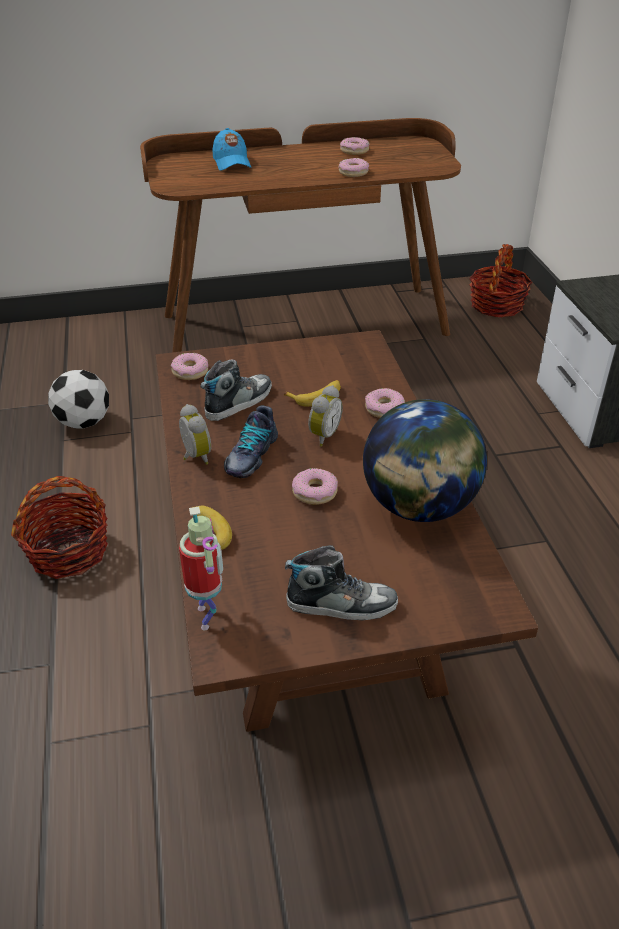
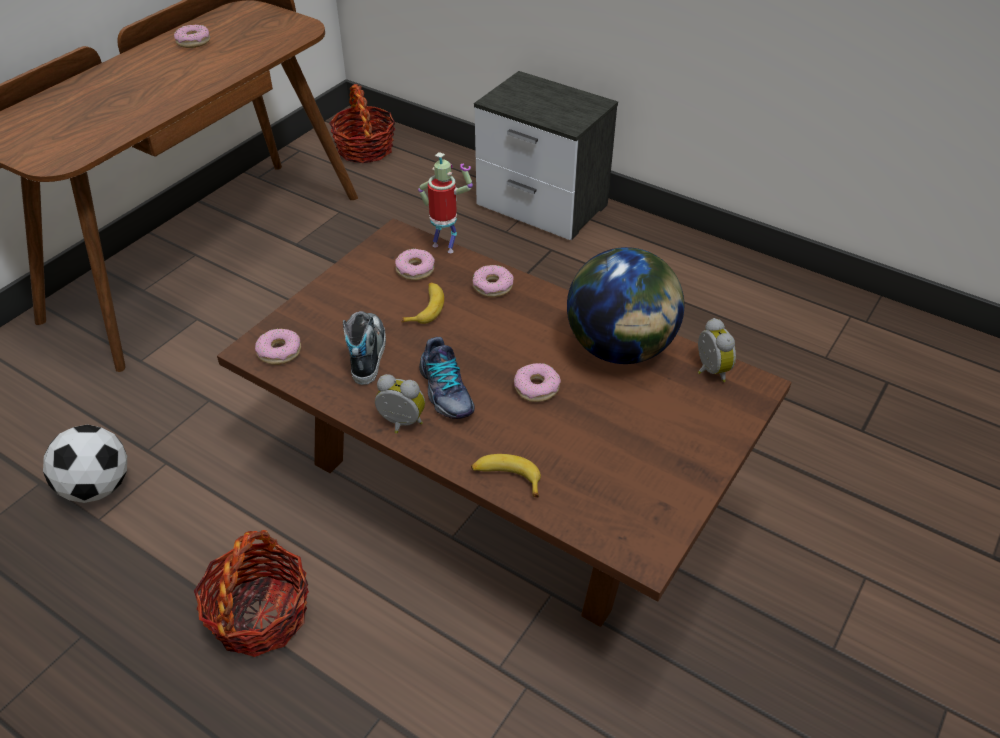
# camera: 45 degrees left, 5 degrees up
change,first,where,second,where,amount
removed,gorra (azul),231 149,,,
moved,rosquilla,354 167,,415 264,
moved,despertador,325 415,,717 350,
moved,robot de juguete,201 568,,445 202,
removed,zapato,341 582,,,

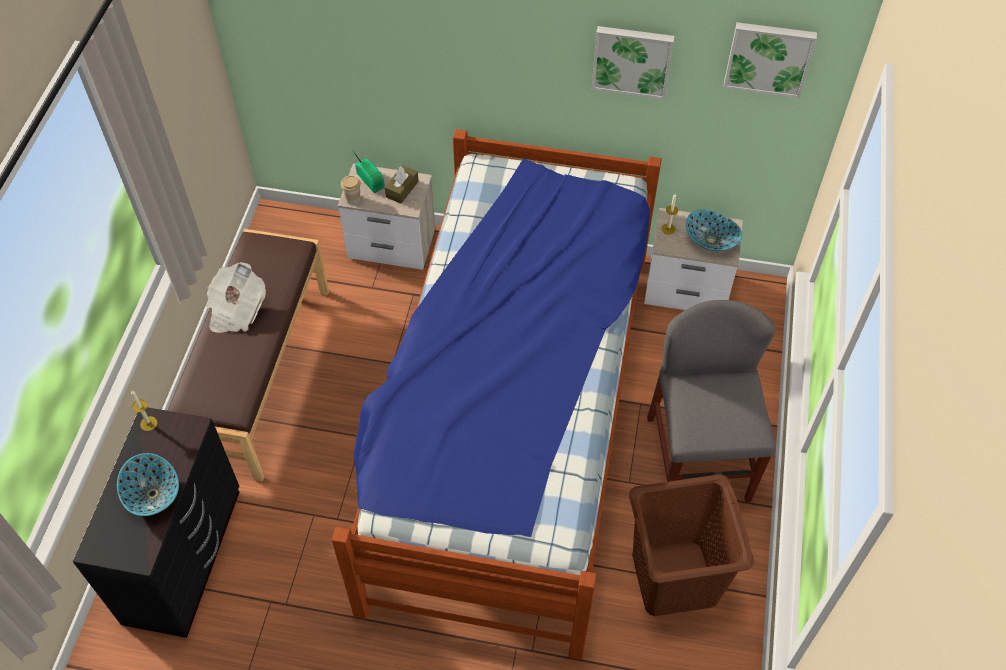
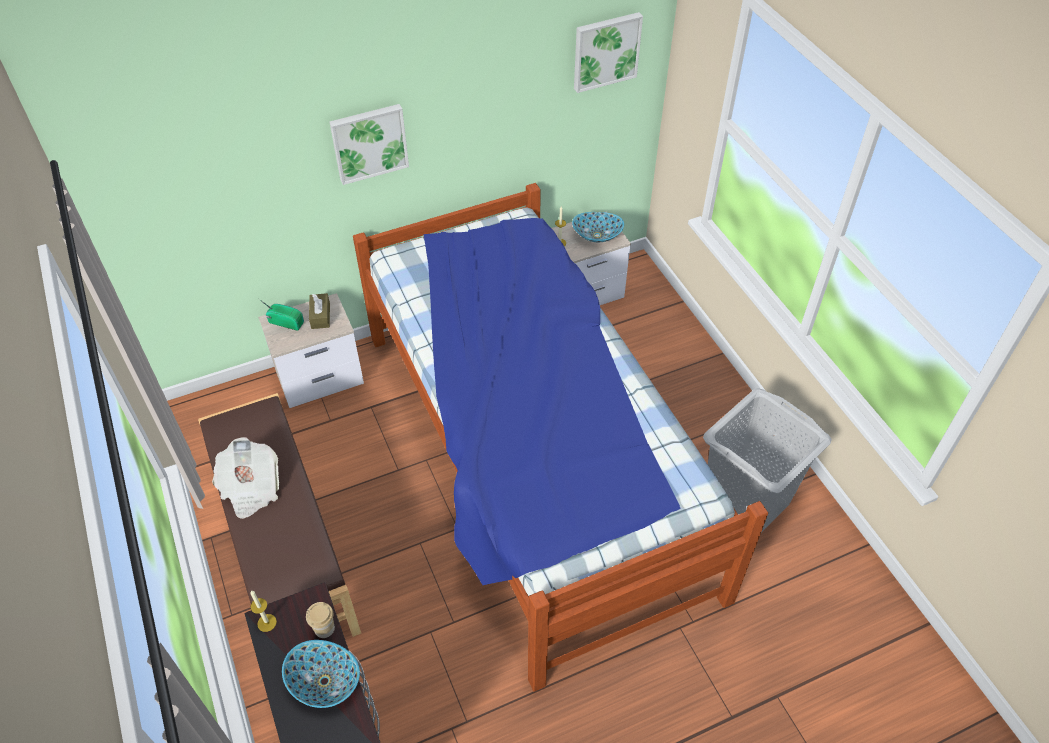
# camera: 35 degrees left, 5 degrees down
change,first,where,second,where,amount
moved,cuadro,633 63,,369 144,
moved,taza,351 190,,320 620,
removed,silla (gris),711 401,,,
recoloured,cesto de la ropa (marrón),691 545,cesto de la ropa (gris),767 460,

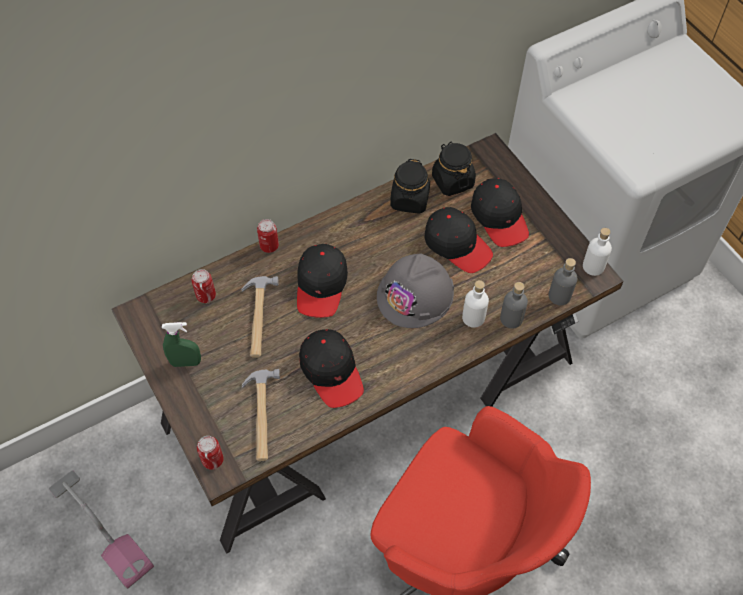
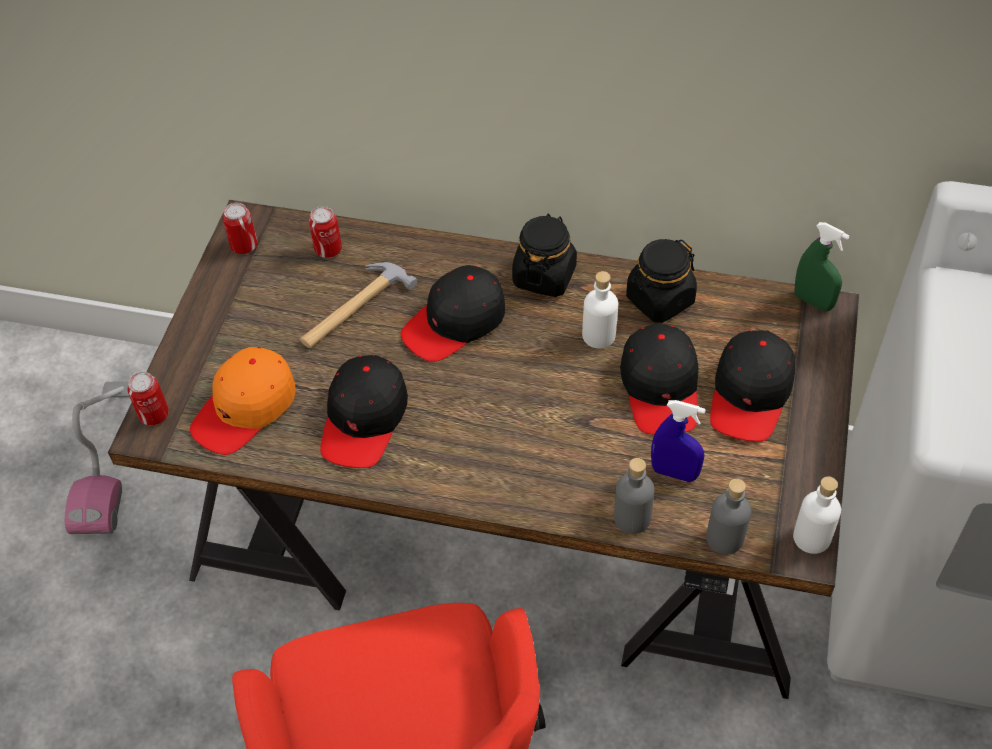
# camera: 45 degrees right, 5 degrees down
change,first,where,second,where,amount
moved,tarro (negro),454 169,,544 255,
moved,lata,268 236,,240 228,
removed,casco (gris),415 291,,,
moved,botella (blanco),475 304,,600 310,
moved,pulverizador (verde),181 344,,821 266,
replaced,martillo,260 415,gorra (naranja),243 401,
added,,,pulverizador (azul),678 441,

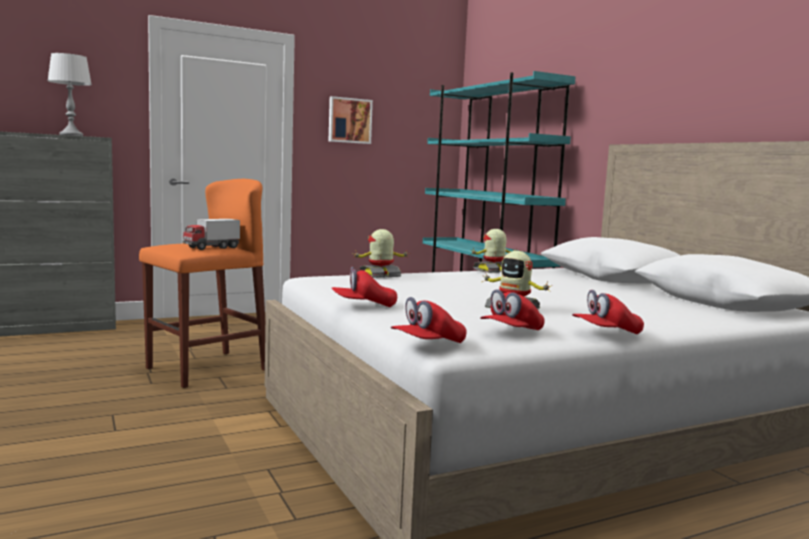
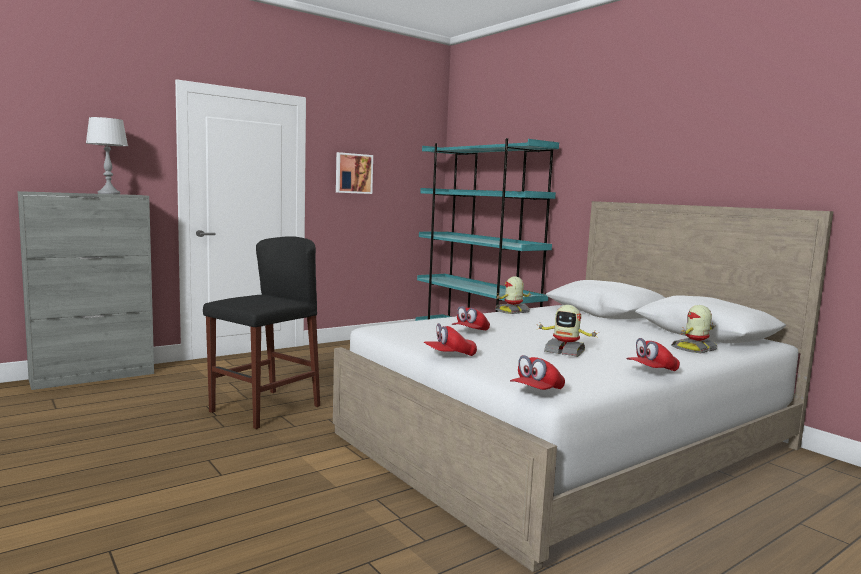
# camera: 10 degrees left, 0 degrees up
change,first,where,second,where,amount
recoloured,taburete (naranja),202 283,taburete (negro),261 332,
removed,camión de juguete,211 234,,,
moved,robot de juguete,380 253,,694 329,
moved,gorra (rojo),512 309,,471 318,

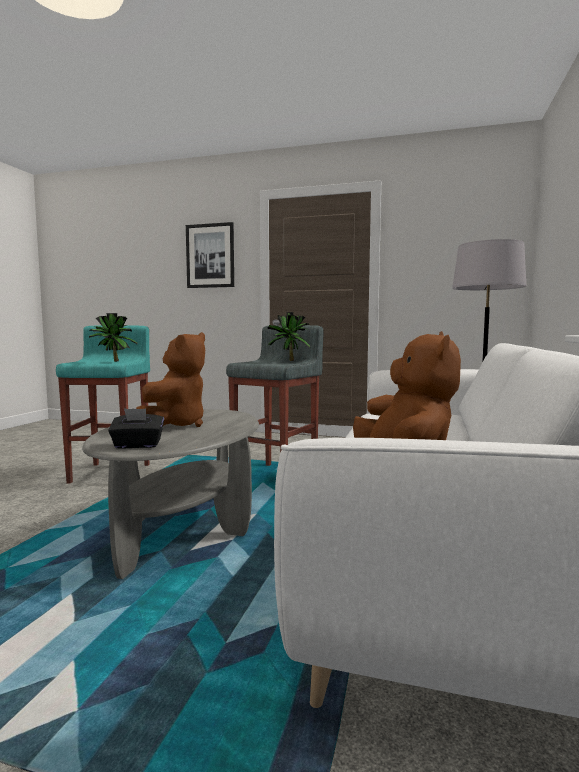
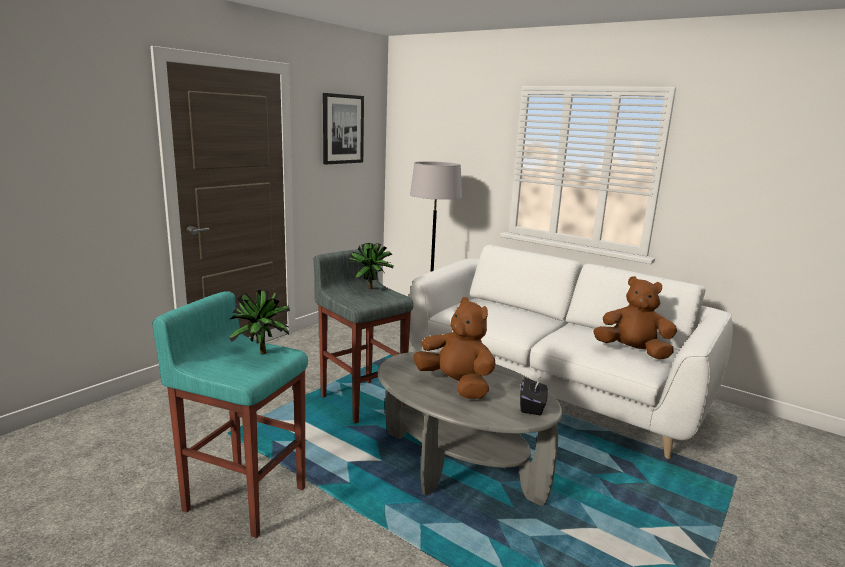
# camera: 70 degrees left, 10 degrees up
change,first,where,second,where,amount
moved,cuadro,210 255,,343 129,

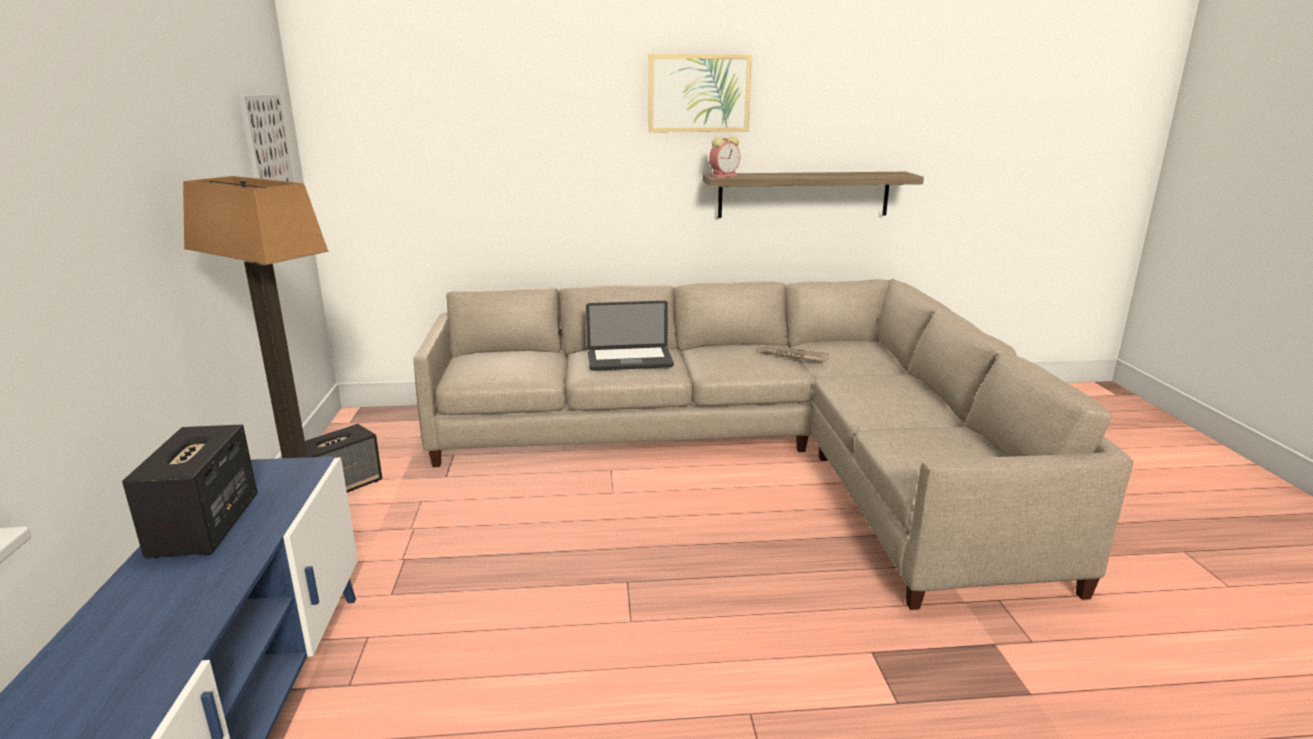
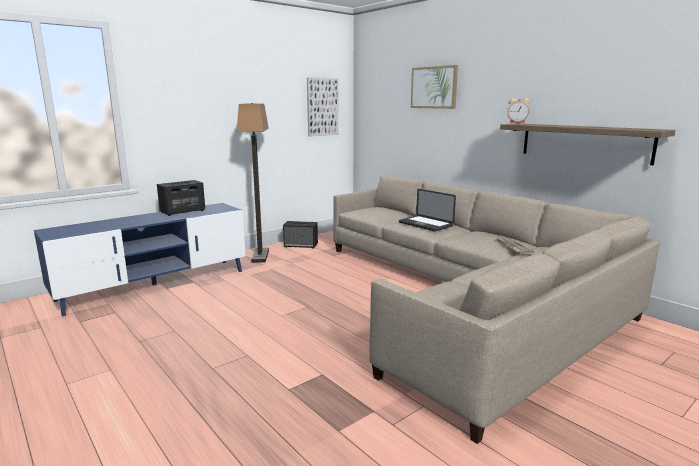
# camera: 55 degrees right, 5 degrees down
change,first,where,second,where,amount
moved,cuadro,700 93,,434 87,

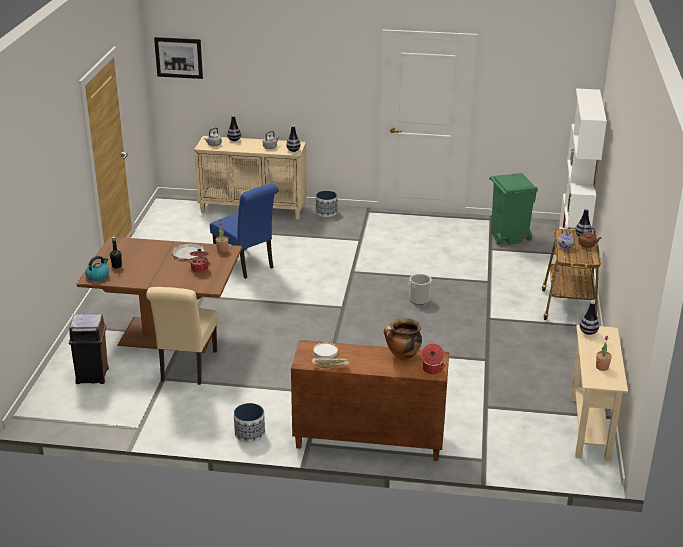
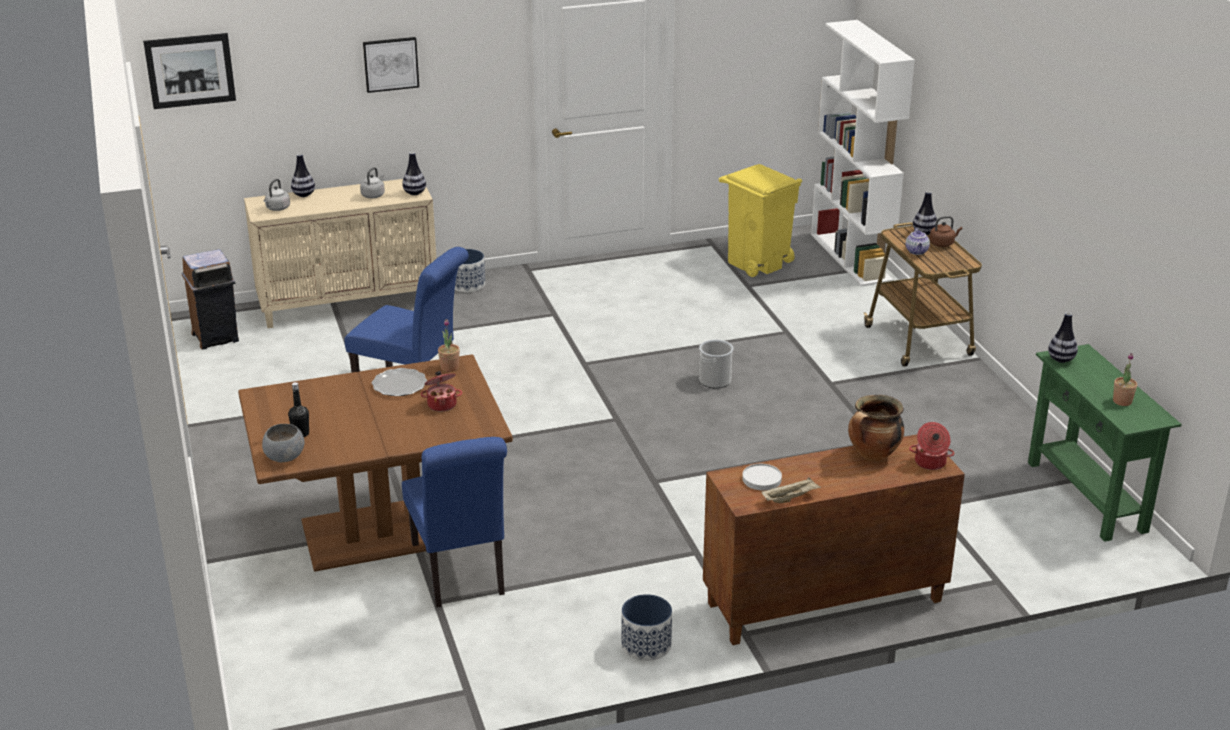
# camera: 25 degrees left, 0 degrees up
change,first,where,second,where,amount
recoloured,papelera (verde),513 209,papelera (amarillo),760 220,
replaced,hervidor,97 268,cuenco (gris),283 443,
recoloured,silla (beis),182 336,silla (azul),454 522,
moved,papelera (marrón),89 349,,210 299,
recoloured,mesa consola (beis),599 393,mesa consola (verde),1105 443,
added,,,cuadro,391 65,

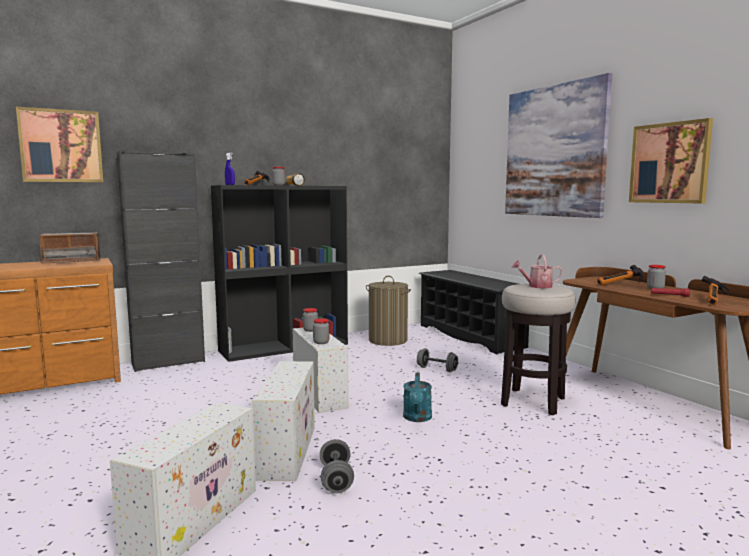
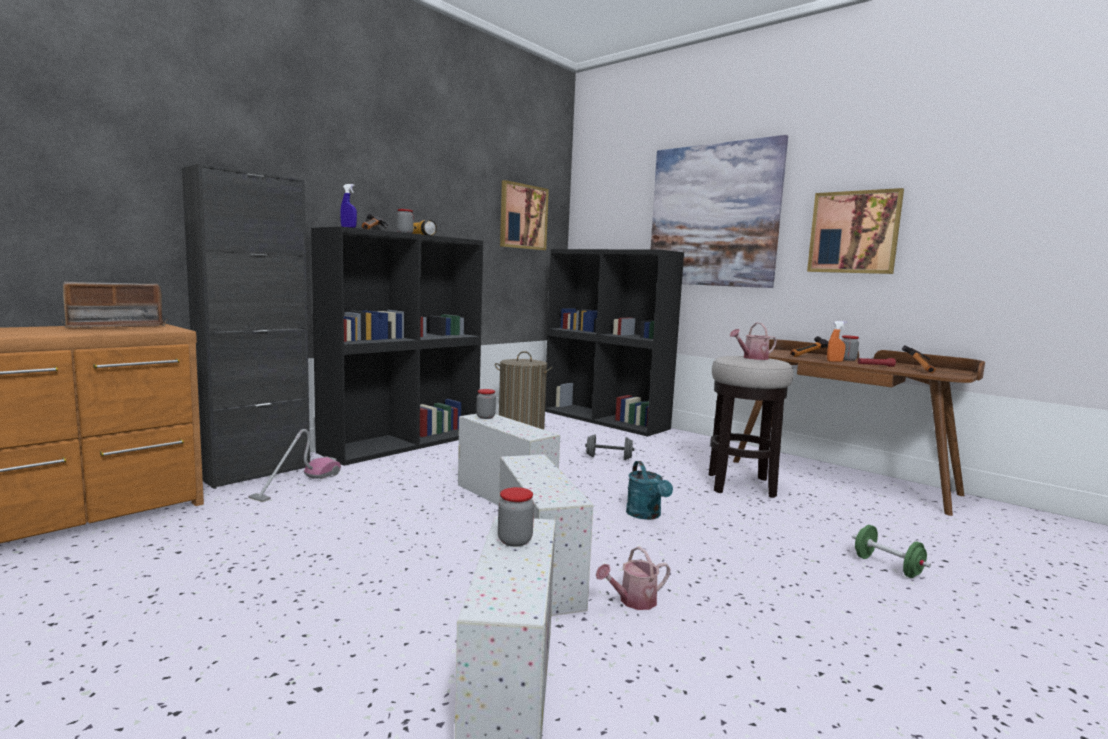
# camera: 20 degrees left, 0 degrees up
change,first,where,second,where,amount
moved,cuadro,59 144,,524 215,
replaced,zapatero (negro),474 312,estantería (negro),614 343,
moved,tarro,321 331,,516 517,
replaced,mancuerna (gris),337 466,regadera,633 578,
added,,,pulverizador (naranja),836 341,
added,,,aspiradora,294 465,
added,,,mancuerna (verde),891 551,

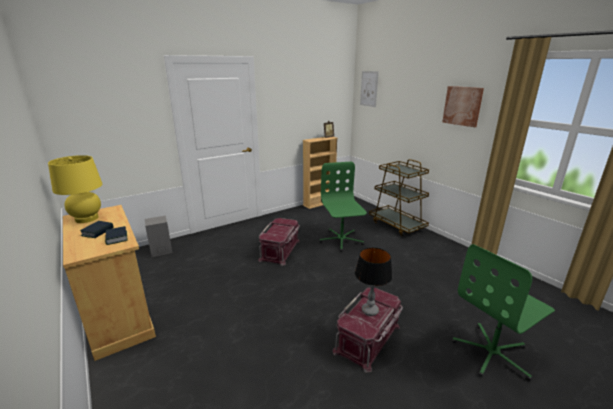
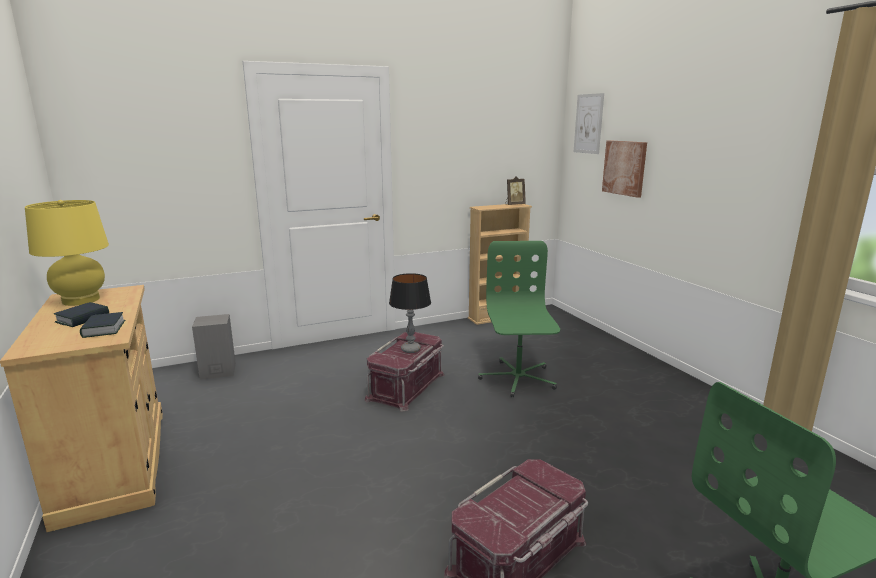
# camera: 10 degrees right, 5 degrees down
change,first,where,second,where,amount
moved,cuadro,463 106,,624 169,
removed,carrito (marrón),399 198,,,
moved,lámpara de mesa,374 281,,410 313,

